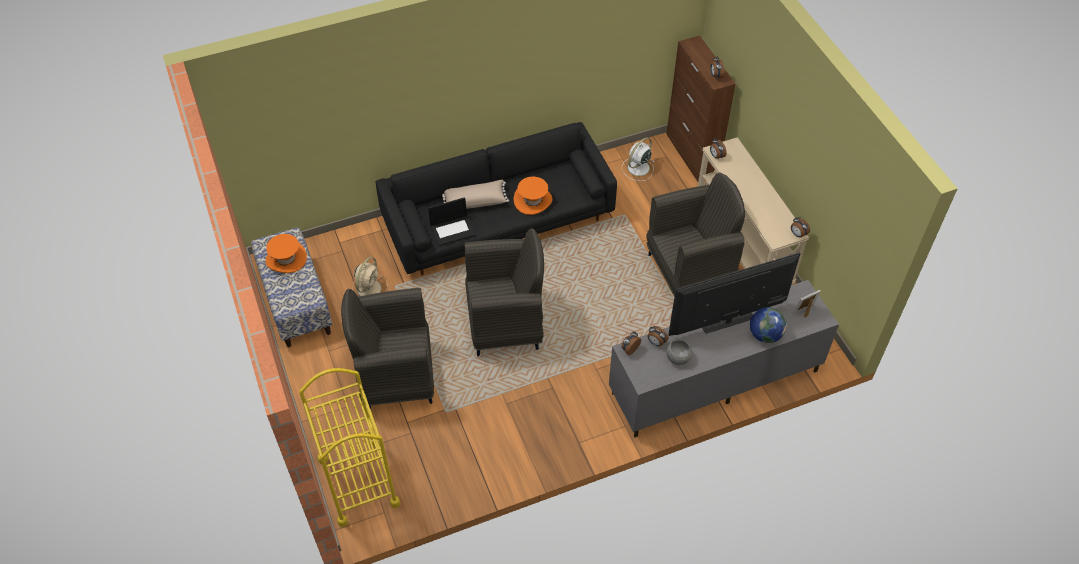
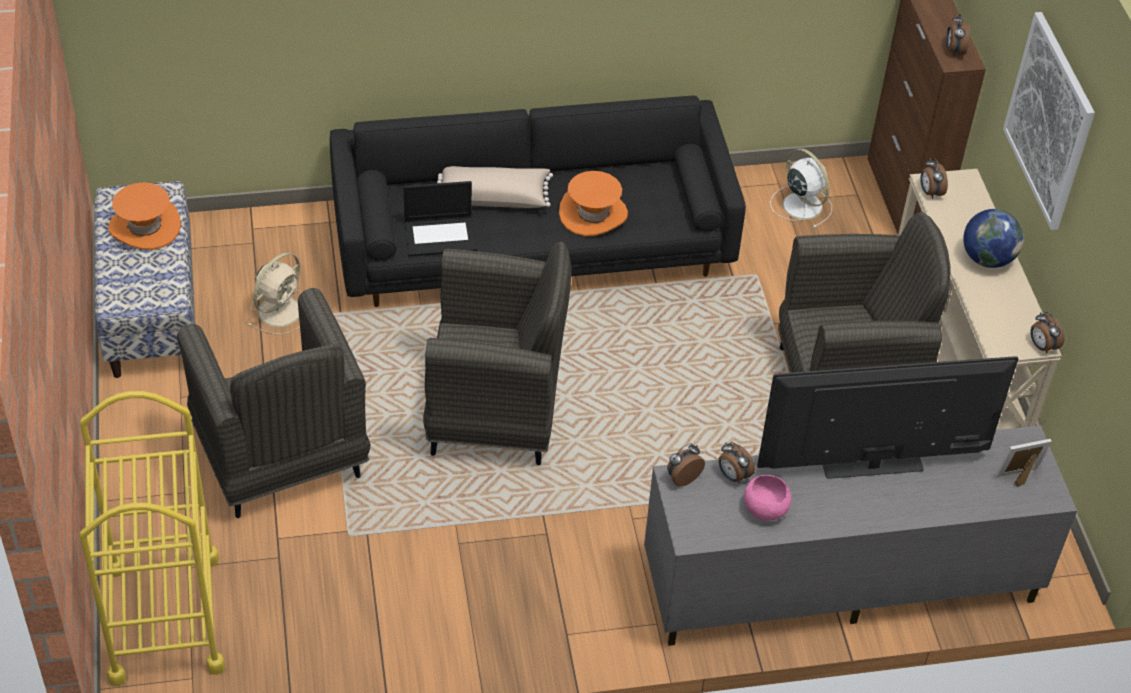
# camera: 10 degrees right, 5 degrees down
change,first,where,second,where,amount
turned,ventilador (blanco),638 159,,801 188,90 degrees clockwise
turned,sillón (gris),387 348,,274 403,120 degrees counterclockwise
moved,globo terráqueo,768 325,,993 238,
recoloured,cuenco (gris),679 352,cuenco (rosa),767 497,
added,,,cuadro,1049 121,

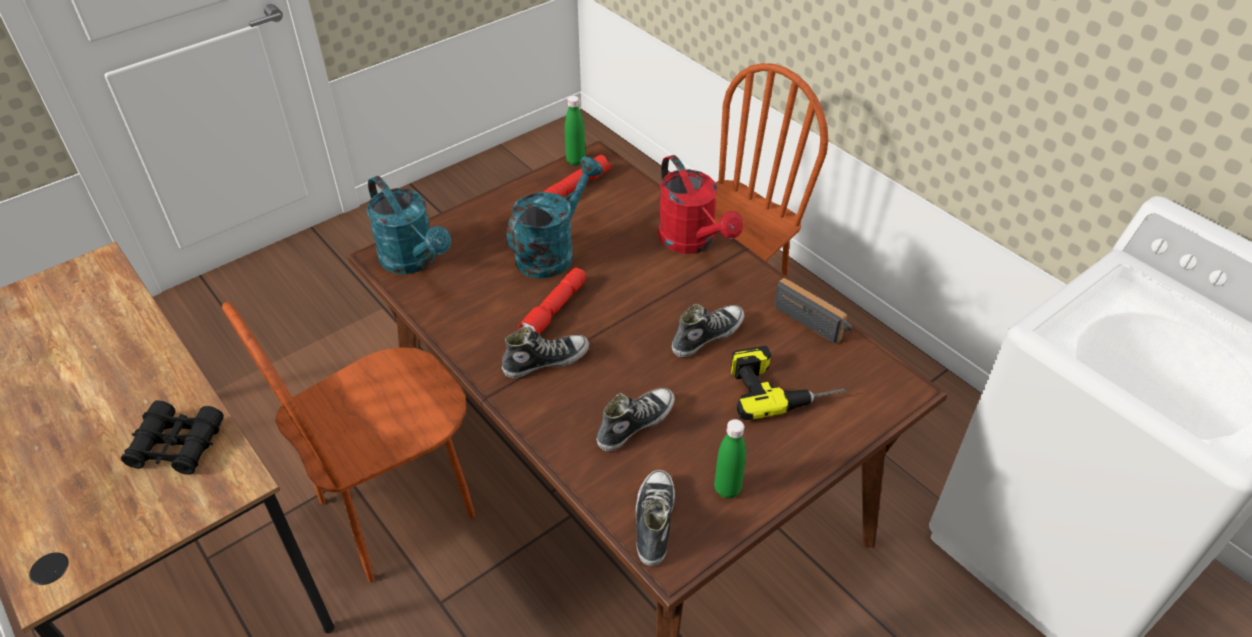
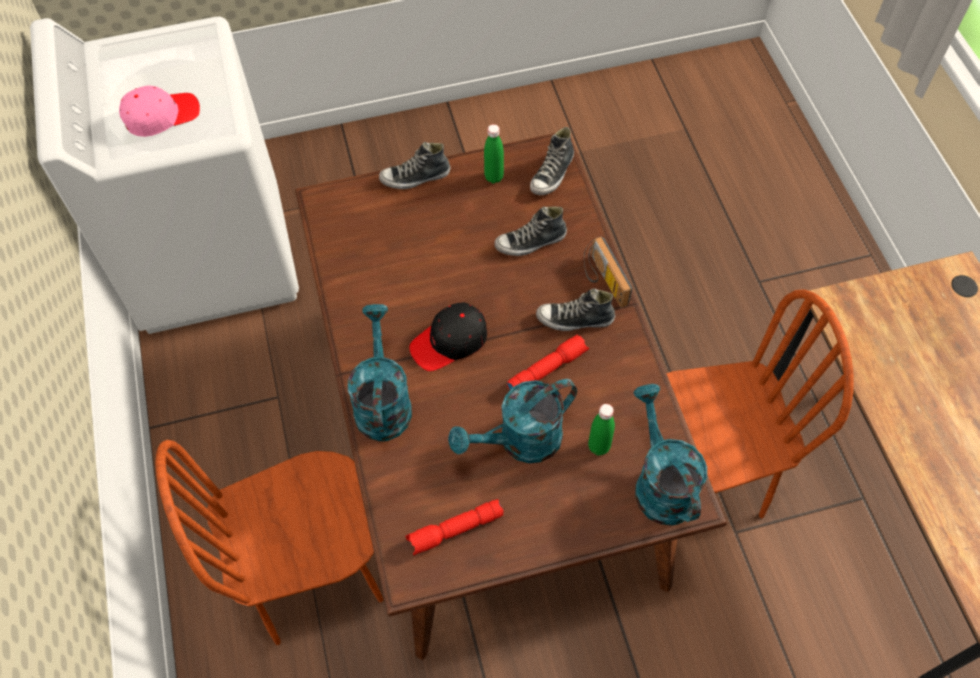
# camera: 155 degrees left, 15 degrees up
change,first,where,second,where,amount
moved,botella (verde),575 131,,601 429,
recoloured,regadera (rojo),700 204,regadera (turquesa),380 372,
moved,radio,813 311,,608 272,
moved,zapato,708 330,,415 165,
removed,taladro,789 383,,,
removed,prismáticos (negro),172 437,,,
added,,,gorra (rosa),159 111,
added,,,gorra (negro),448 336,

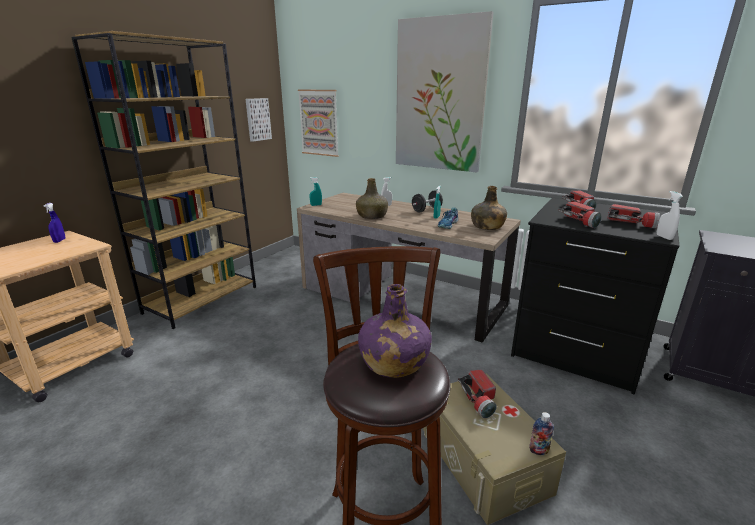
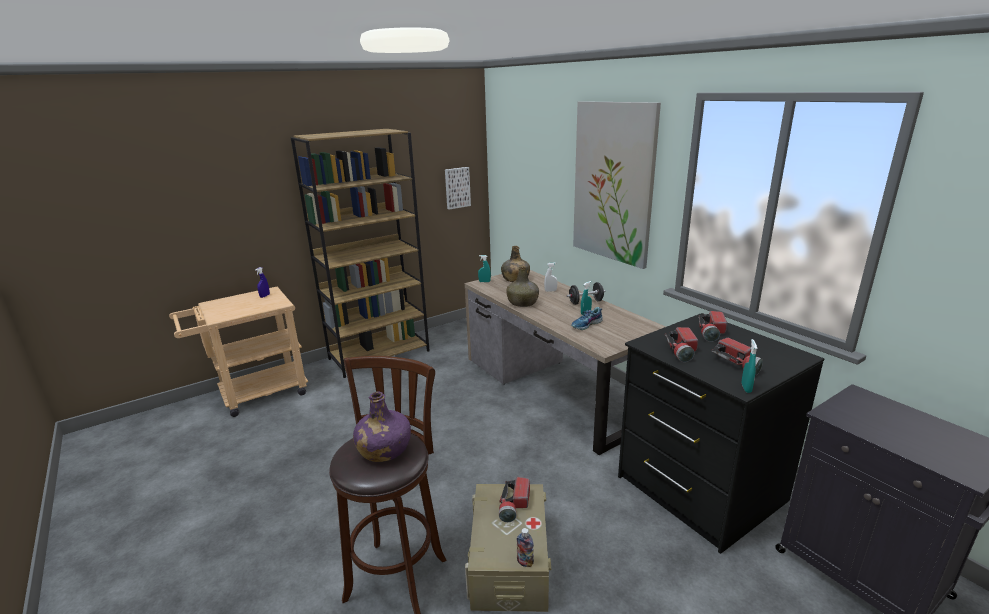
# camera: 25 degrees right, 0 degrees up
change,first,where,second,where,amount
removed,cuadro,318 123,,,
moved,botella (verde),489 208,,515 264,
recoloured,pulverizador (blanco),670 215,pulverizador (turquesa),749 366,

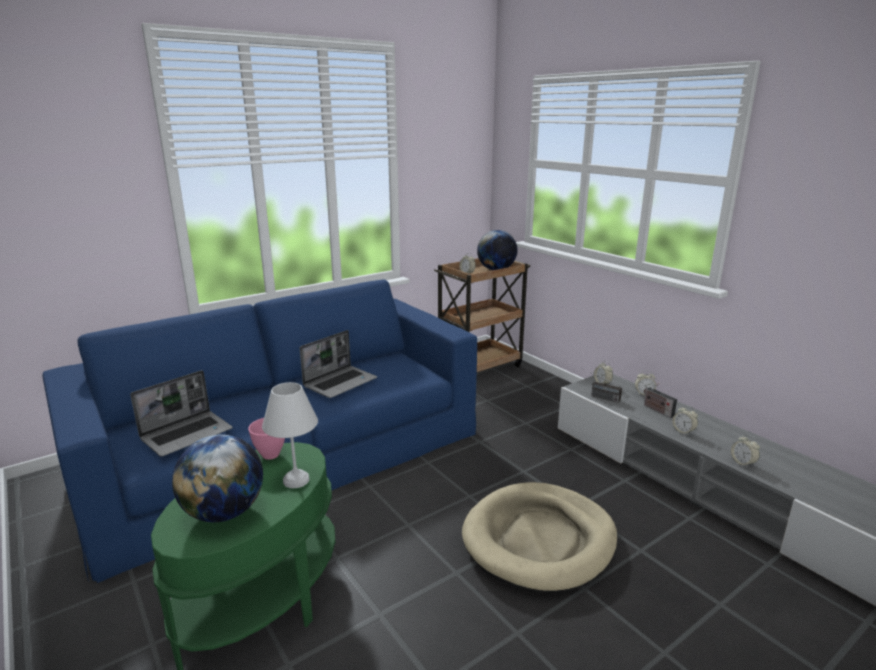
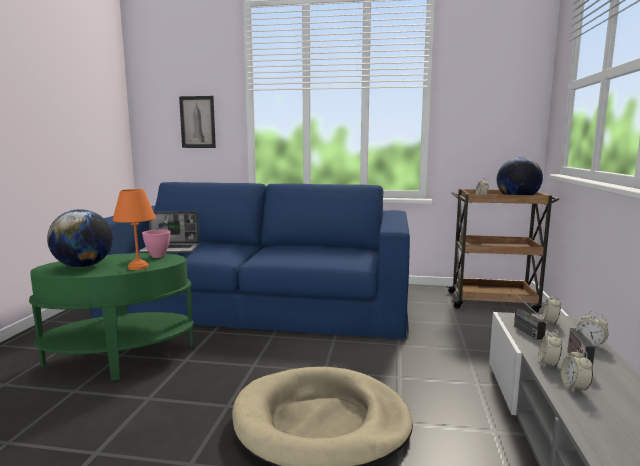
# camera: 45 degrees right, 10 degrees down
change,first,where,second,where,amount
removed,portátil,338 364,,,
recoloured,lámpara de mesa (blanco),290 435,lámpara de mesa (naranja),134 229,
moved,despertador,745 450,,550 348,
added,,,cuadro,197 122,

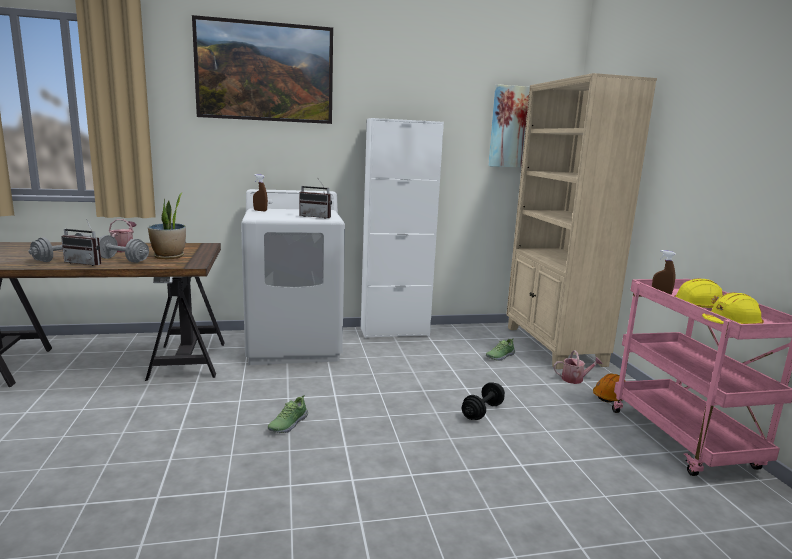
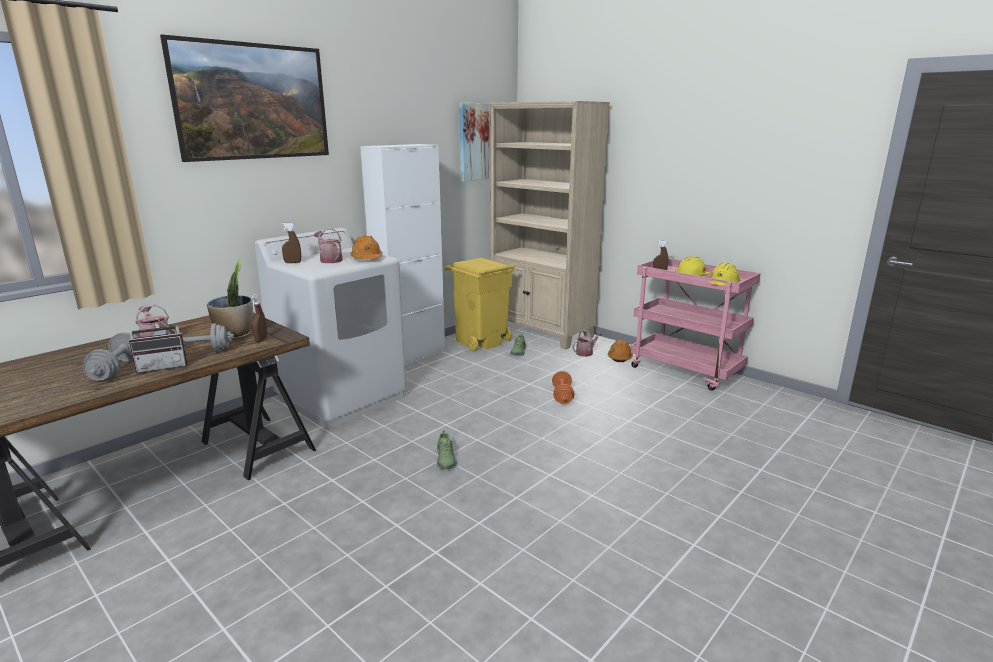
# camera: 35 degrees left, 5 degrees up
change,first,where,second,where,amount
replaced,radio,315 199,casco (naranja),366 247,
recoloured,mancuerna (negro),483 401,mancuerna (naranja),563 387,
added,,,regadera,328 245,
added,,,papelera (amarillo),480 304,
added,,,pulverizador (marrón),259 318,

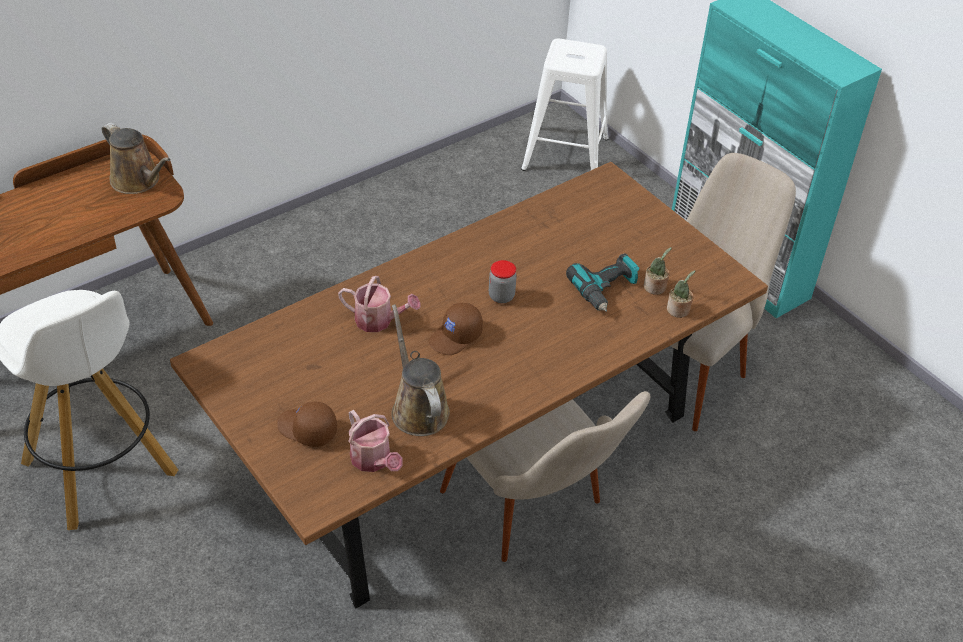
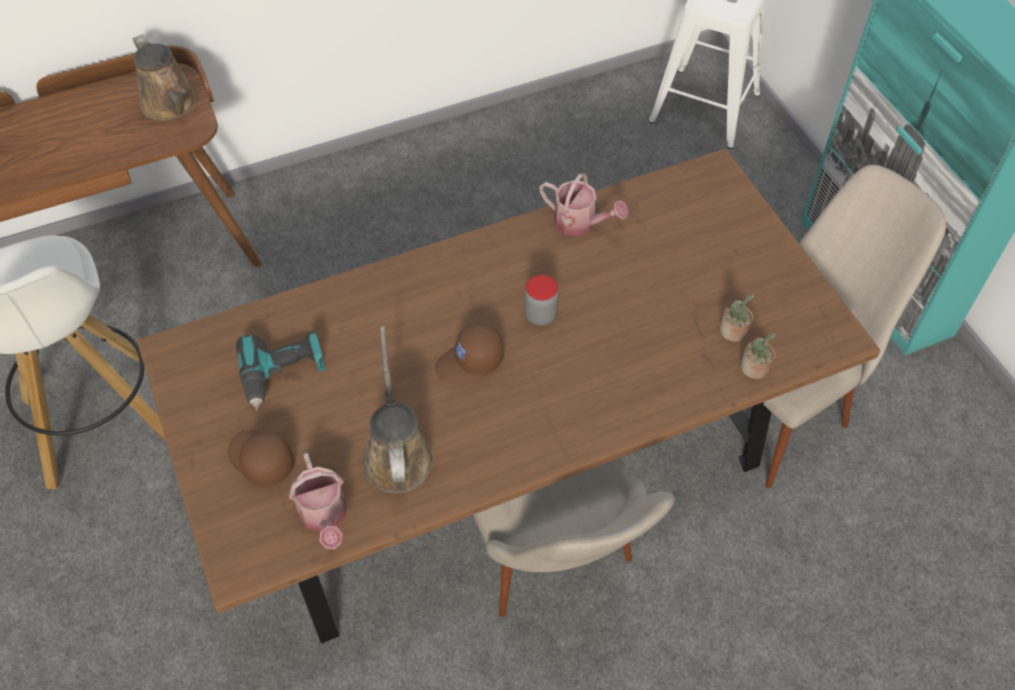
# camera: 15 degrees right, 10 degrees up
change,first,where,second,where,amount
moved,taladro,603 282,,281 370,
moved,regadera,379 304,,583 204,

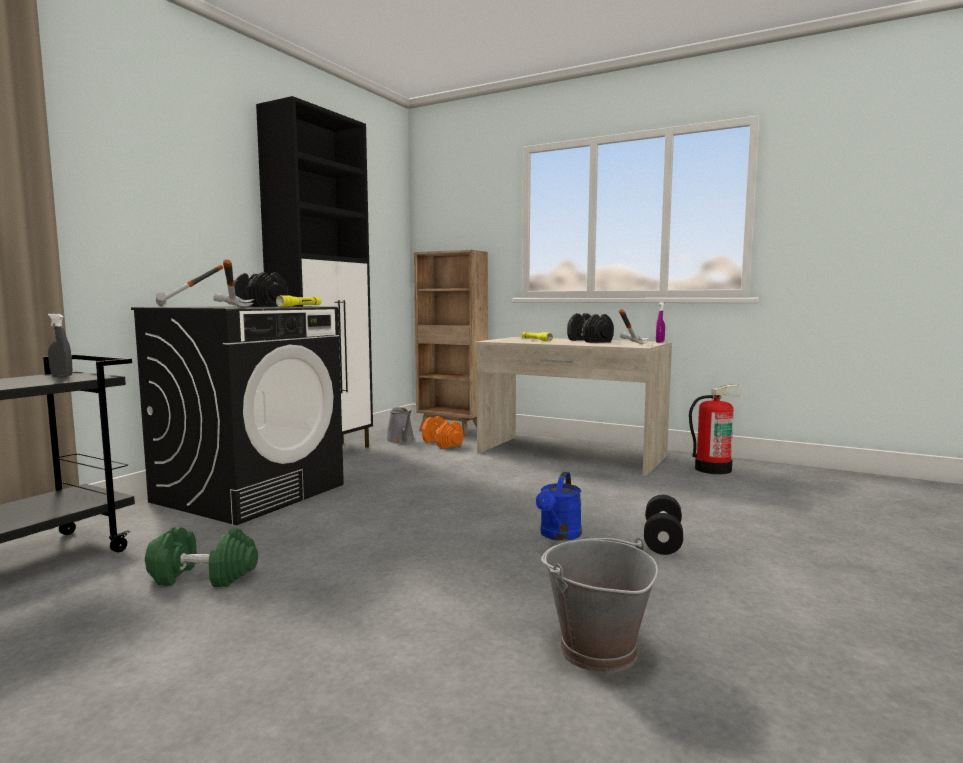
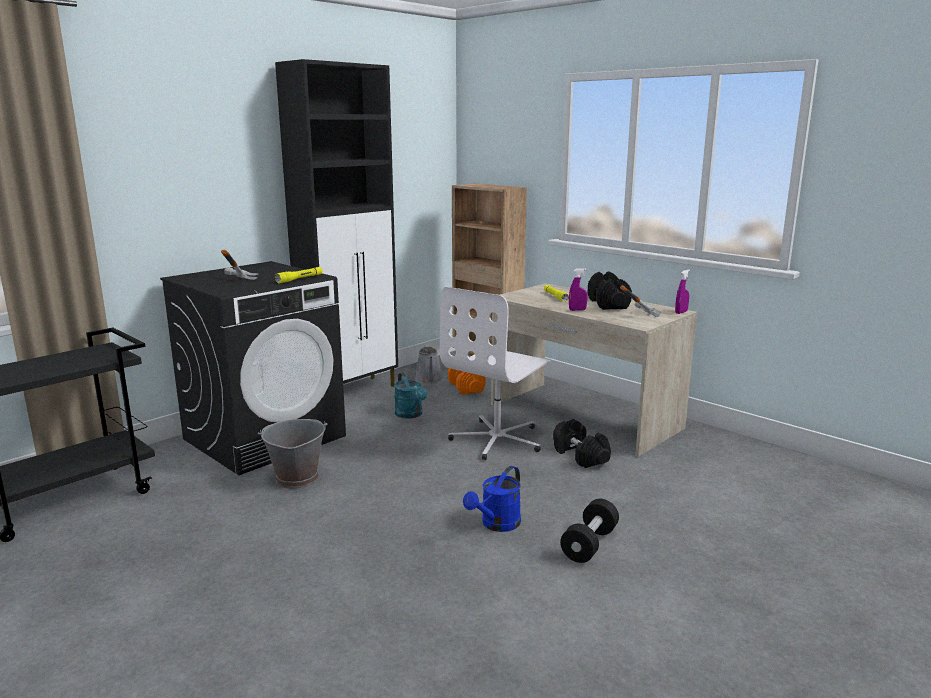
# camera: 15 degrees right, 10 degrees up
change,first,where,second,where,amount
removed,martillo,189 285,,,
moved,mancuerna (negro),261 289,,582 443,
removed,pulverizador (gris),60 345,,,
removed,extintor,716 429,,,
removed,mancuerna (verde),201 557,,,
moved,cubo (gris),599 605,,293 454,
added,,,pulverizador (morado),578 289,
added,,,silla de oficina (blanco),495 373,
added,,,regadera (turquesa),410 395,

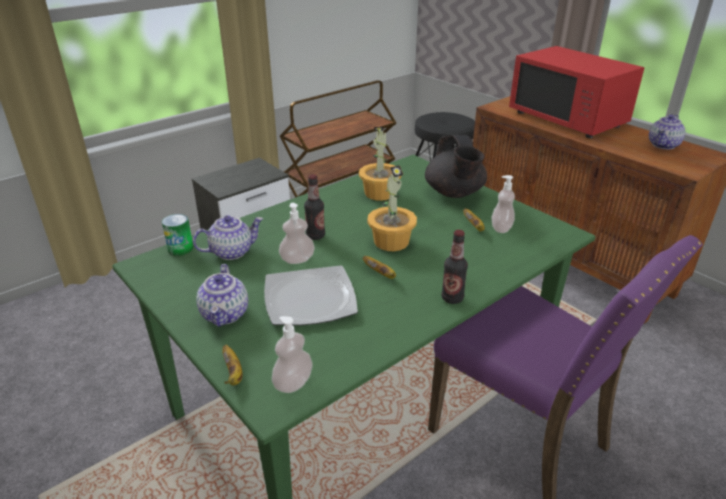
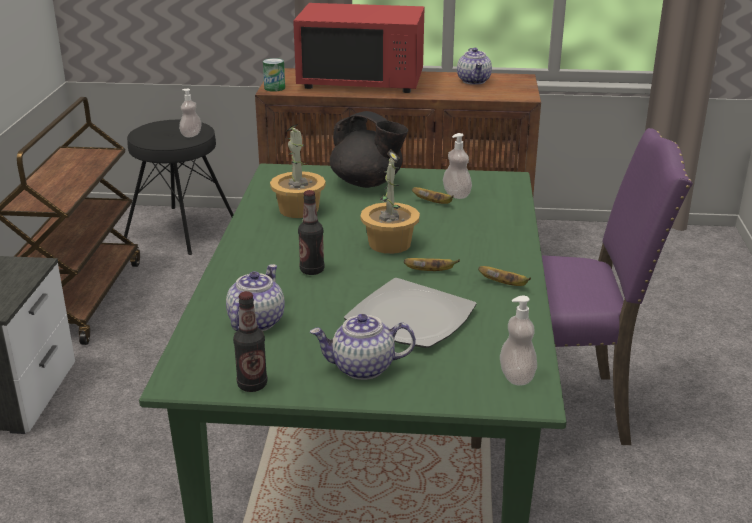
# camera: 45 degrees left, 5 degrees down
change,first,where,second,where,amount
moved,dispensador de jabón,297 233,,190 113,
moved,lata,177 235,,274 75,
moved,botella,455 267,,250 341,
turned,tetera,222 295,,363 347,135 degrees clockwise
moved,plátano,232 365,,504 276,

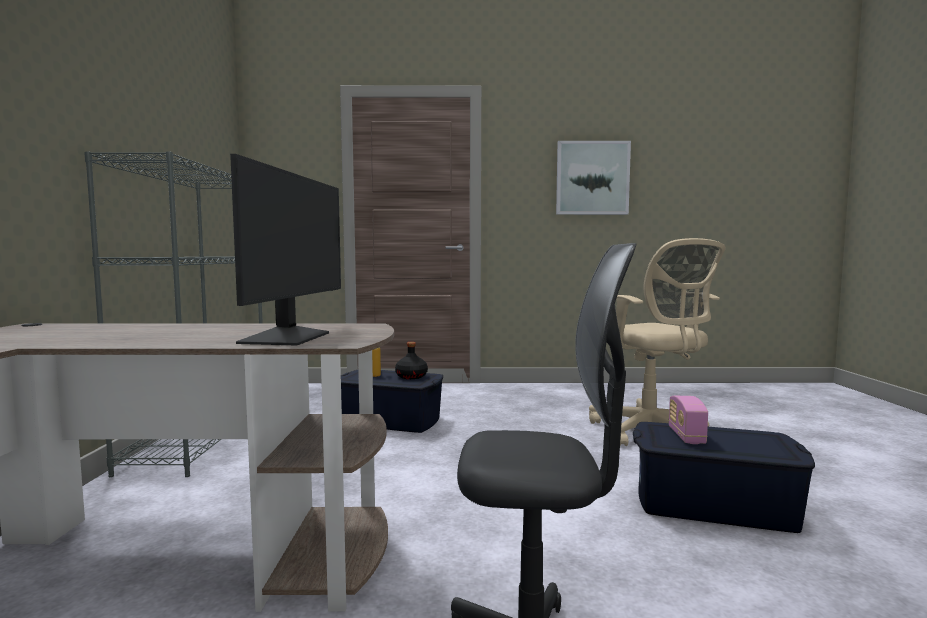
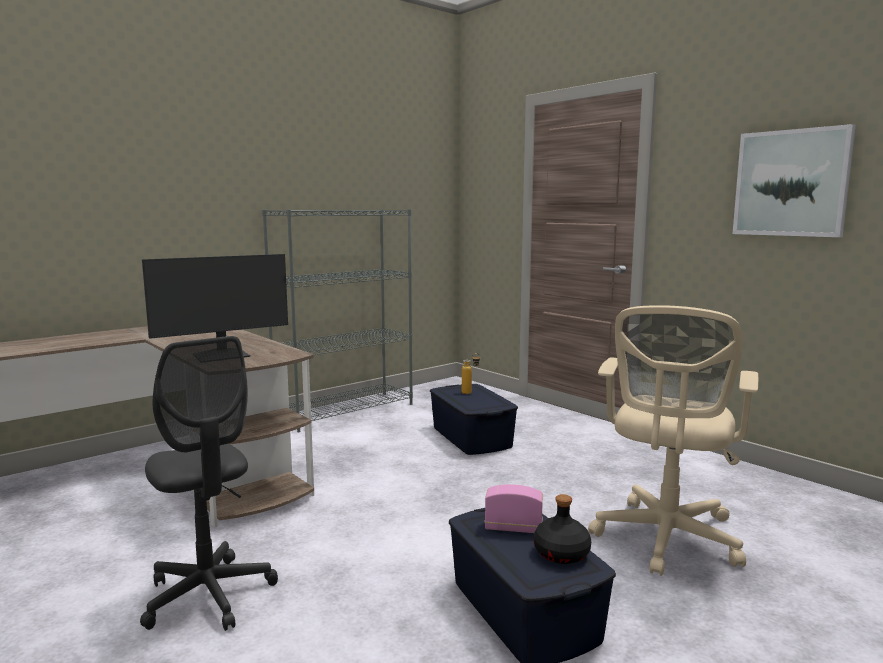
# camera: 50 degrees right, 5 degrees up
change,first,where,second,where,amount
moved,botella (negro),411 360,,562 529,
turned,radio,688 420,,514 508,45 degrees clockwise

